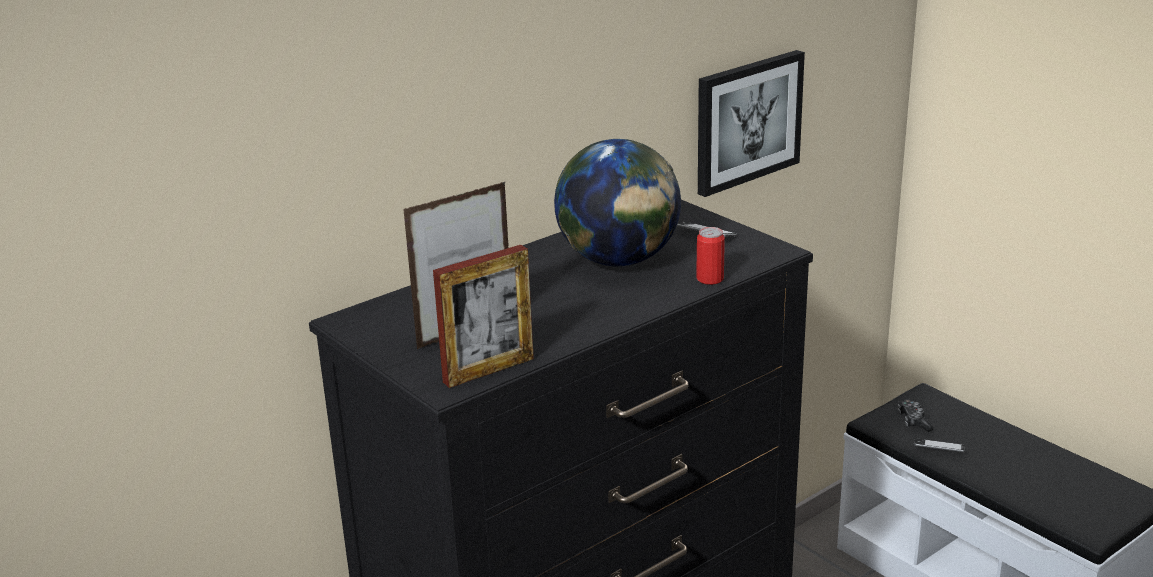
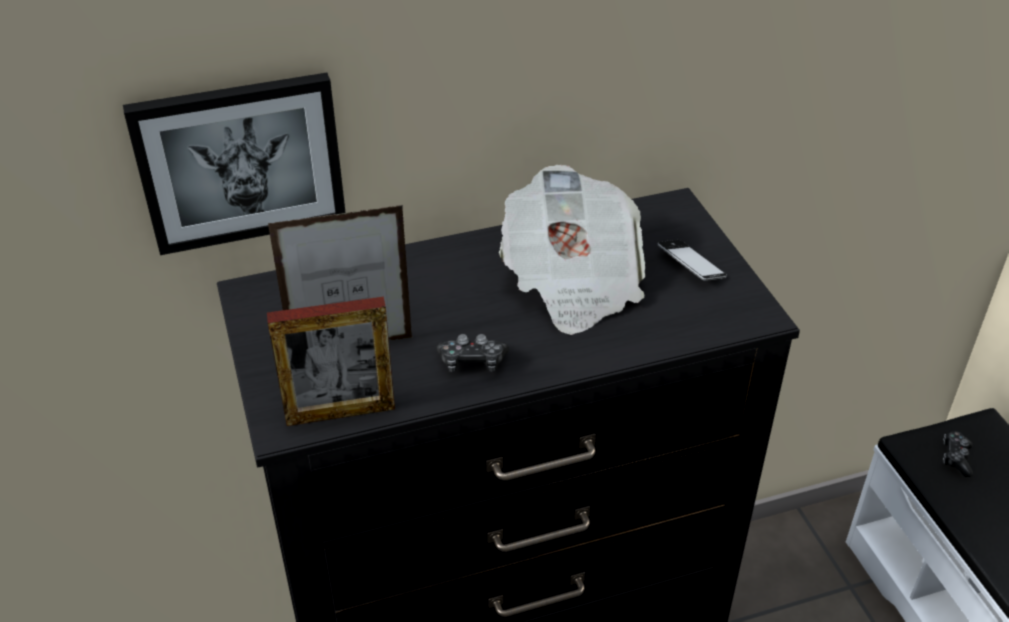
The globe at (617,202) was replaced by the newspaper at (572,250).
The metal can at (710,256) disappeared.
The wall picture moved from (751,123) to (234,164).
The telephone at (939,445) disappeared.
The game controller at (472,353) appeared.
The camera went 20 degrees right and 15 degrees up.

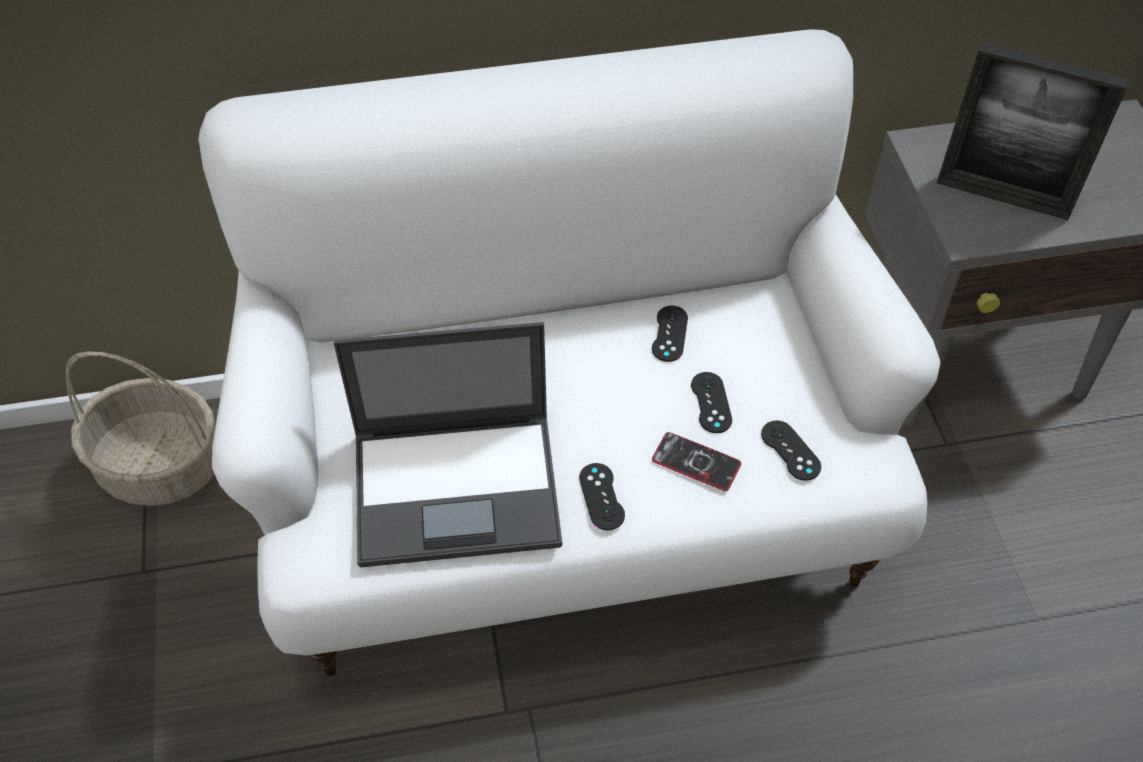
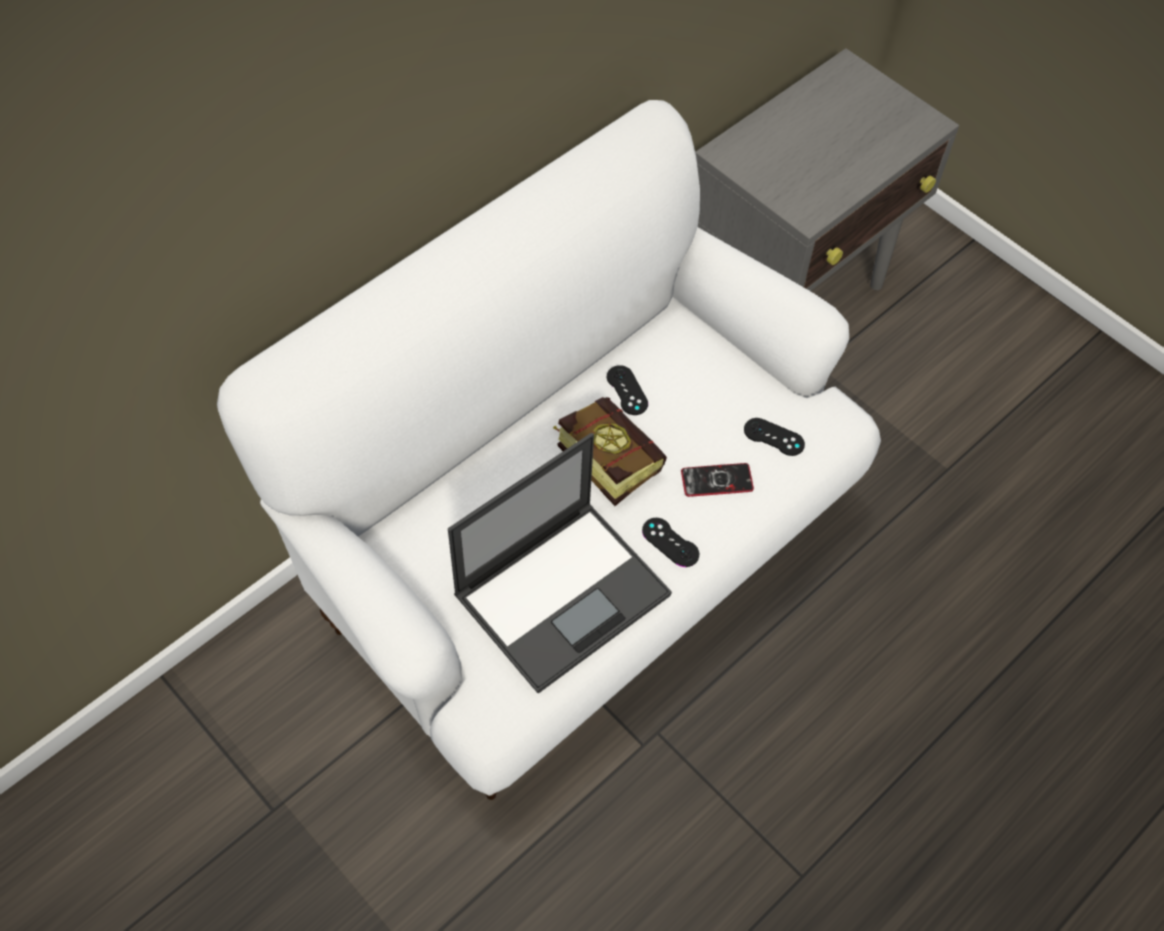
The basket at (140,428) disappeared.
The blackish game controller at (711,402) disappeared.
The photo frame at (1033,131) disappeared.
The bound book at (610,451) appeared.
The camera went 35 degrees left and 5 degrees up.

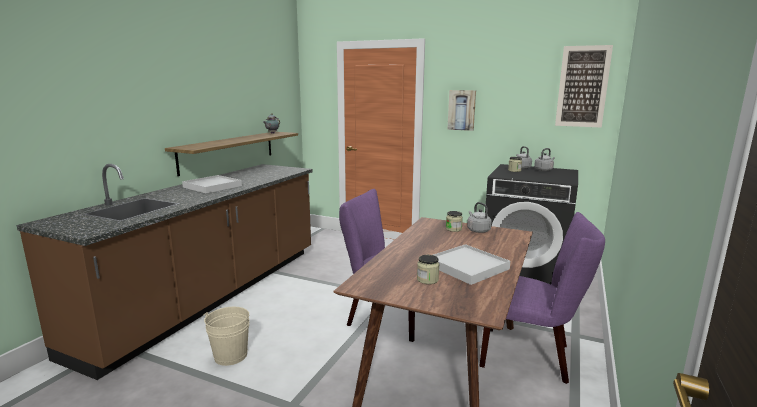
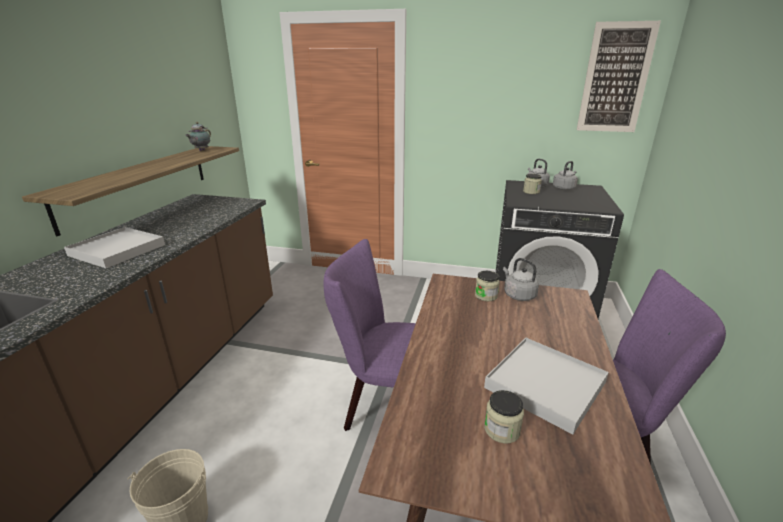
The wall picture at (461,110) disappeared.
The camera went 10 degrees left and 10 degrees up.

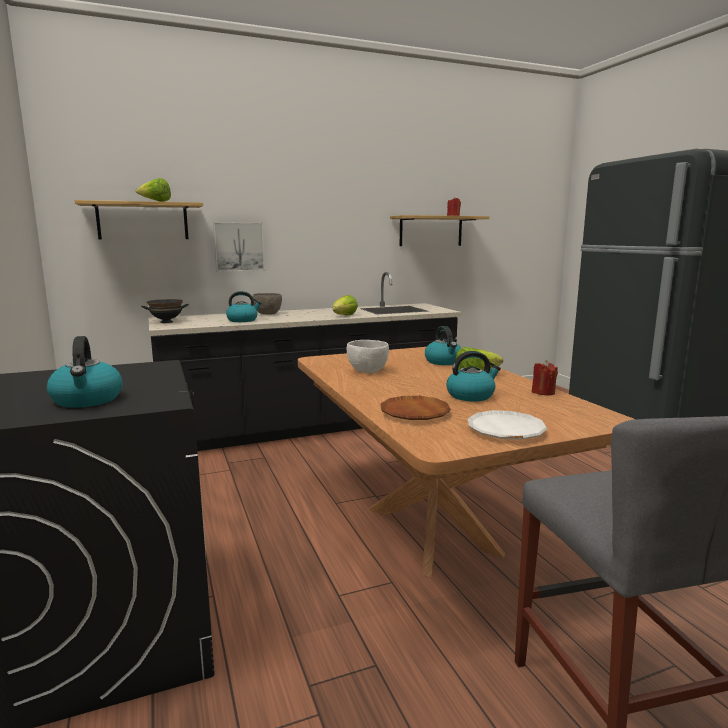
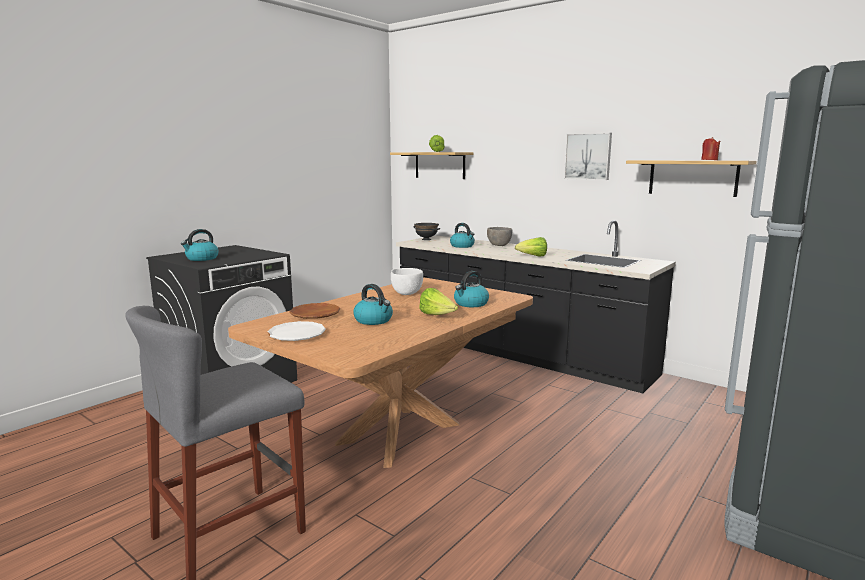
The wall picture moved from (239,247) to (588,156).
The red-coloured wax light at (545,377) disappeared.
The camera went 60 degrees right and 0 degrees up.

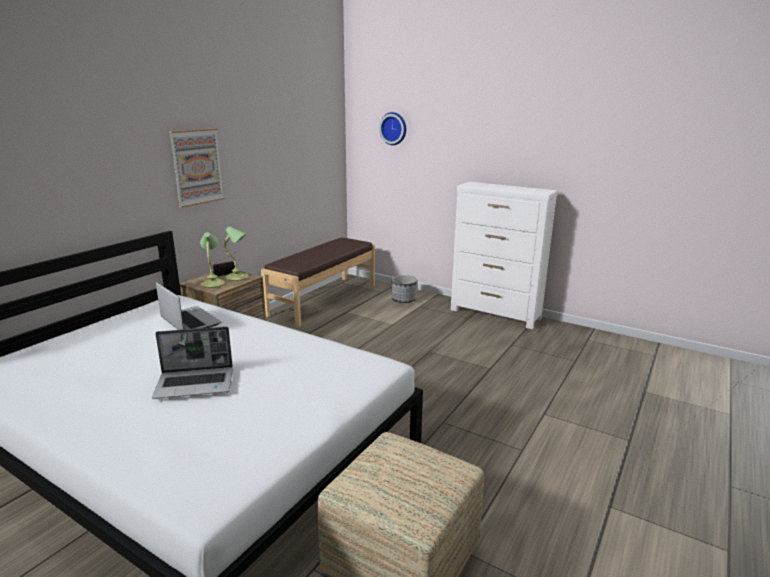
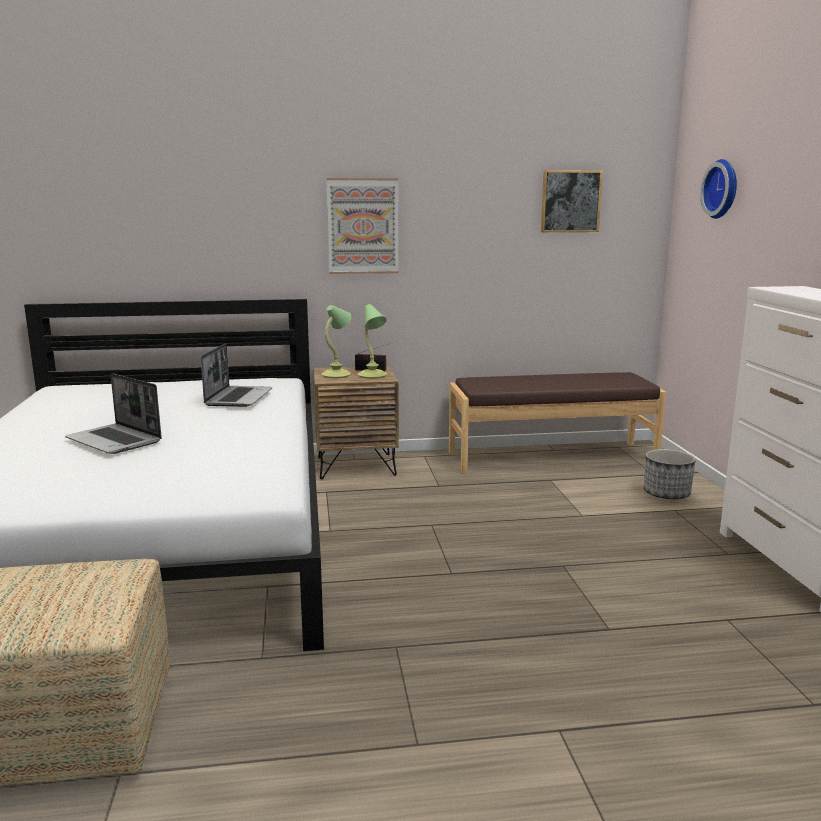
The wall picture at (572,201) appeared.
The camera went 50 degrees right and 5 degrees down.

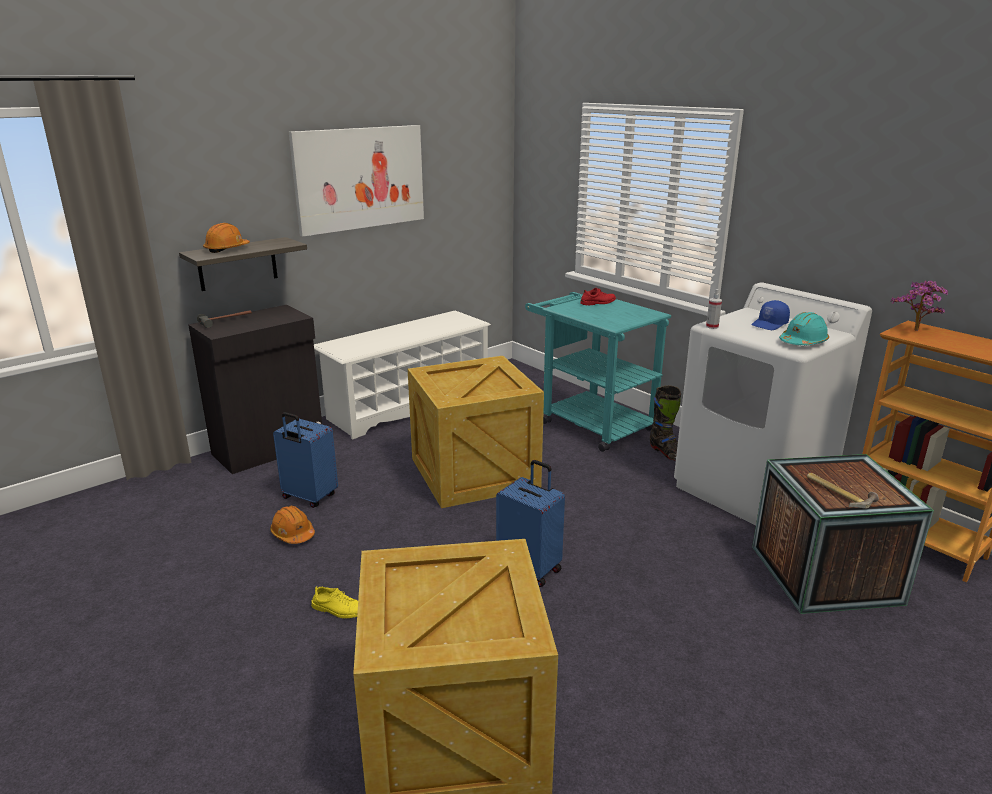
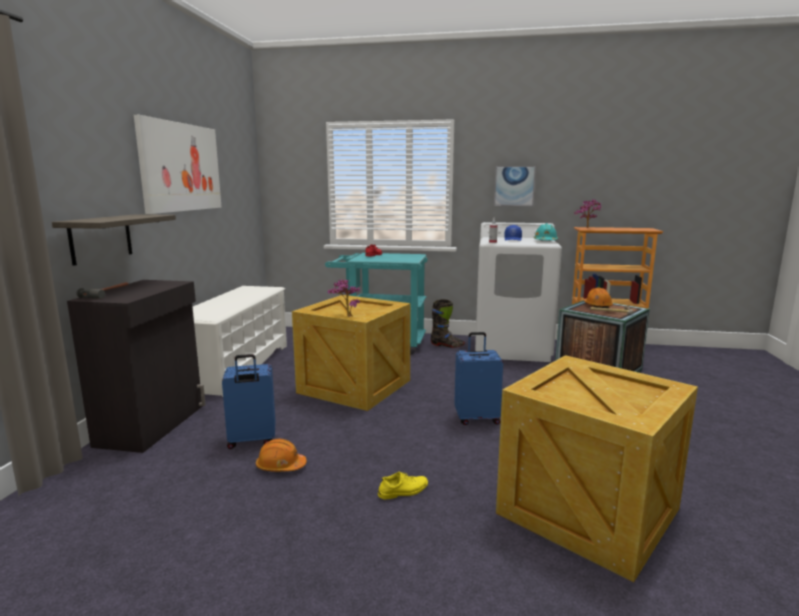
The orange-coloured safety helmet moved from (226,238) to (598,297).
The houseplant at (344,298) appeared.
The wall picture at (515,186) appeared.
The camera went 40 degrees left and 10 degrees down.

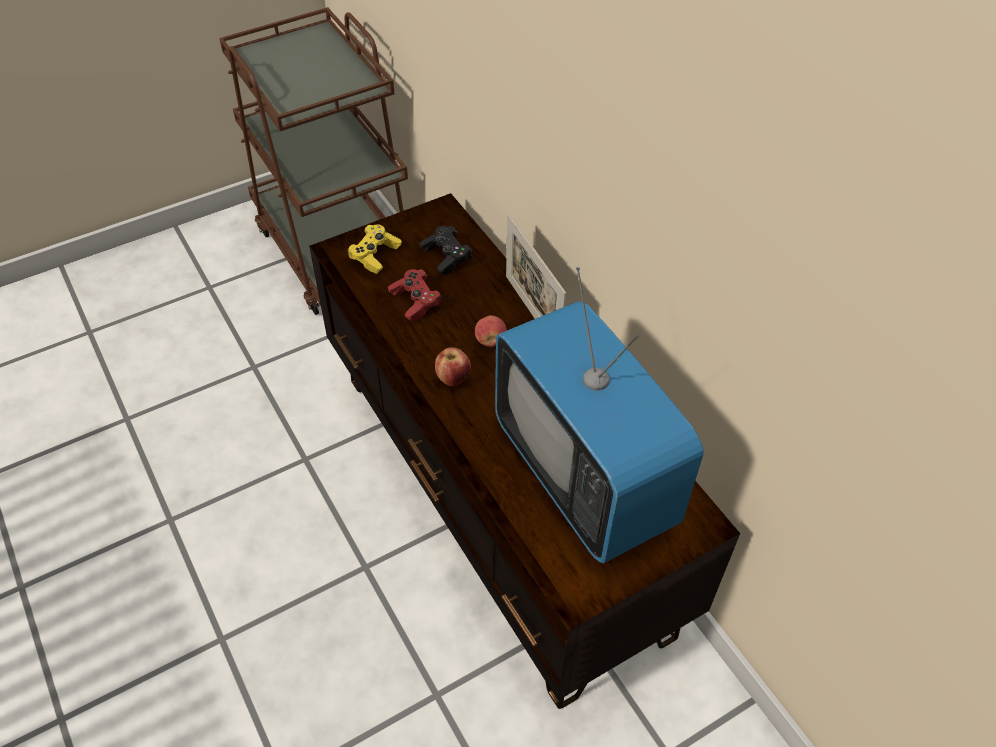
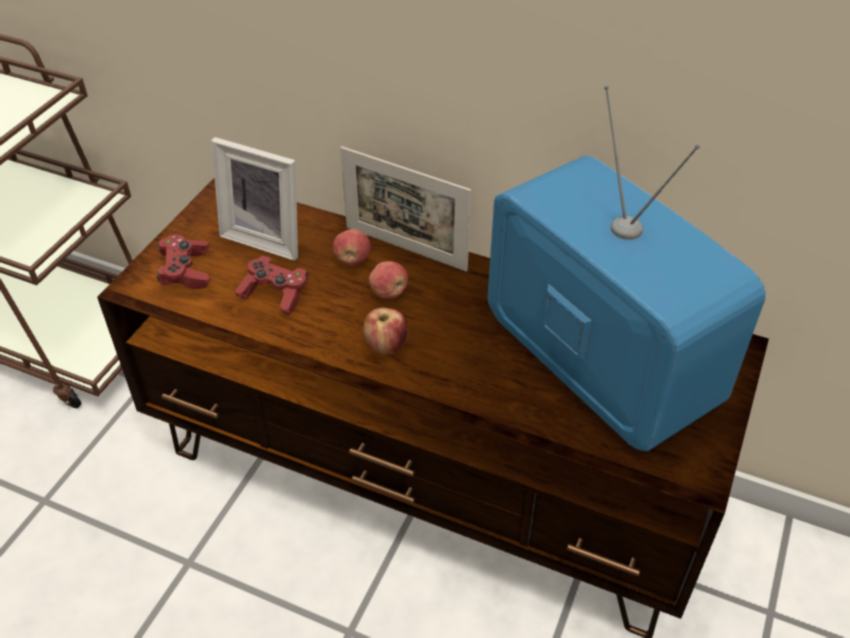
The yellow game controller at (374,249) became the red-coloured game controller at (183,261).
The blackish game controller at (446,250) was replaced by the photo frame at (254,199).
The television at (599,415) turned 150 degrees counterclockwise.
The whole apple at (351,247) appeared.
The camera went 35 degrees left and 5 degrees down.

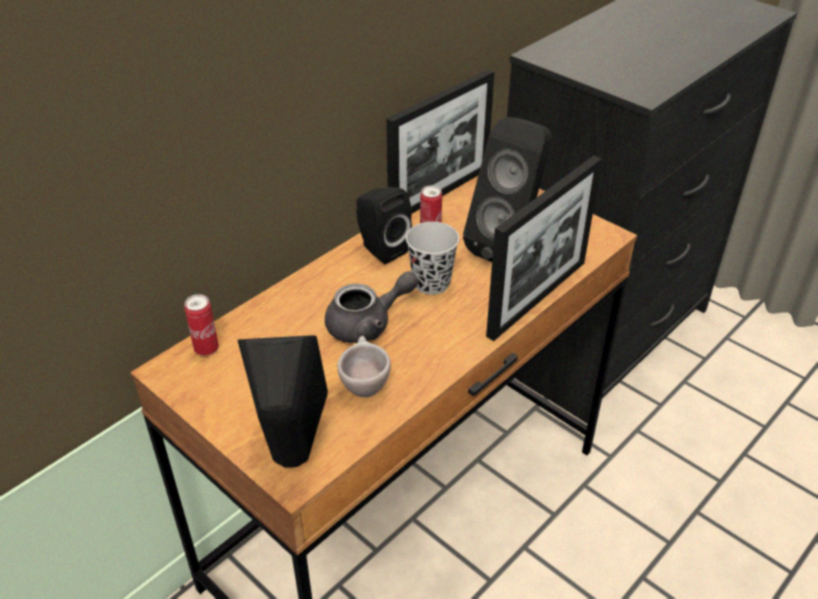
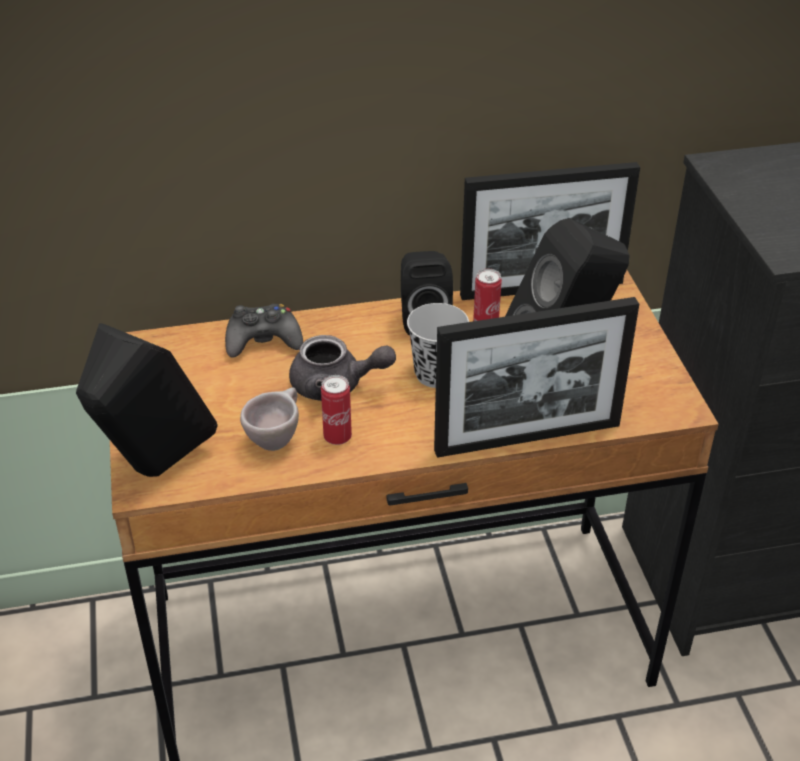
The metal can moved from (201,325) to (336,410).
The blackish game controller at (264,331) appeared.
The camera went 35 degrees right and 0 degrees up.

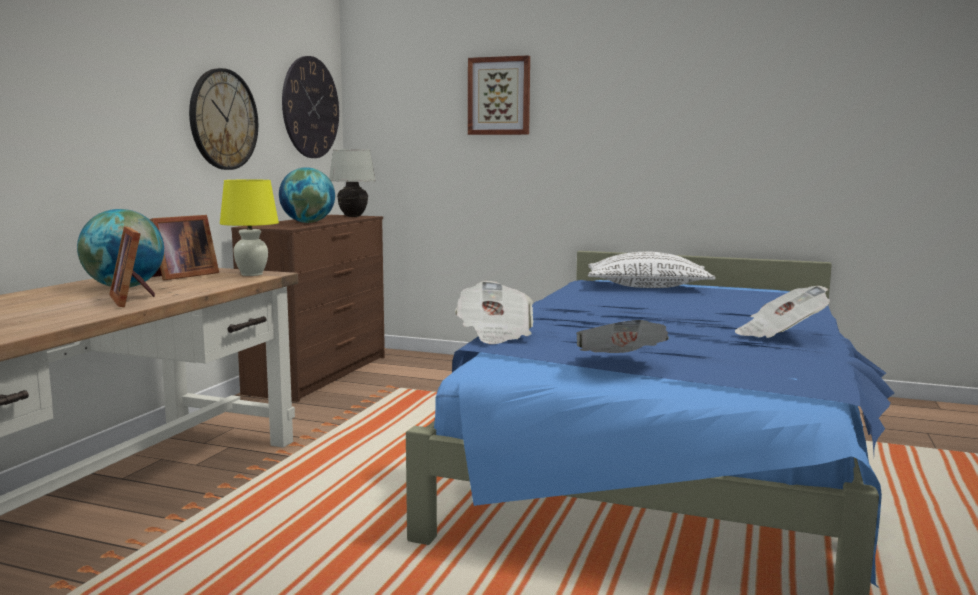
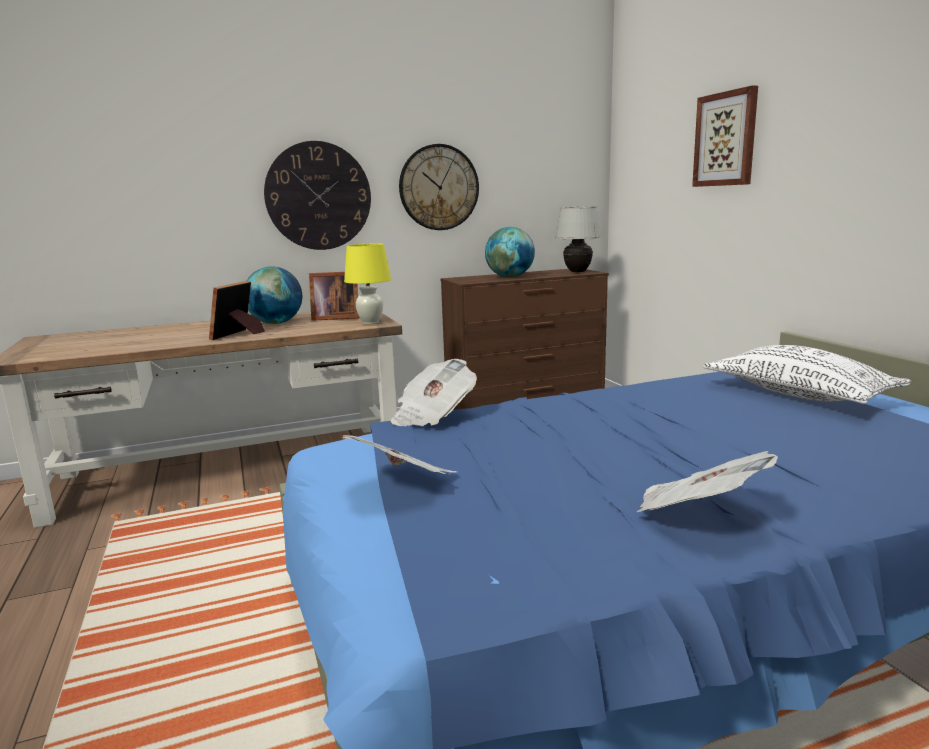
The wall clock moved from (310,107) to (317,195).
The camera went 50 degrees right and 5 degrees up.

